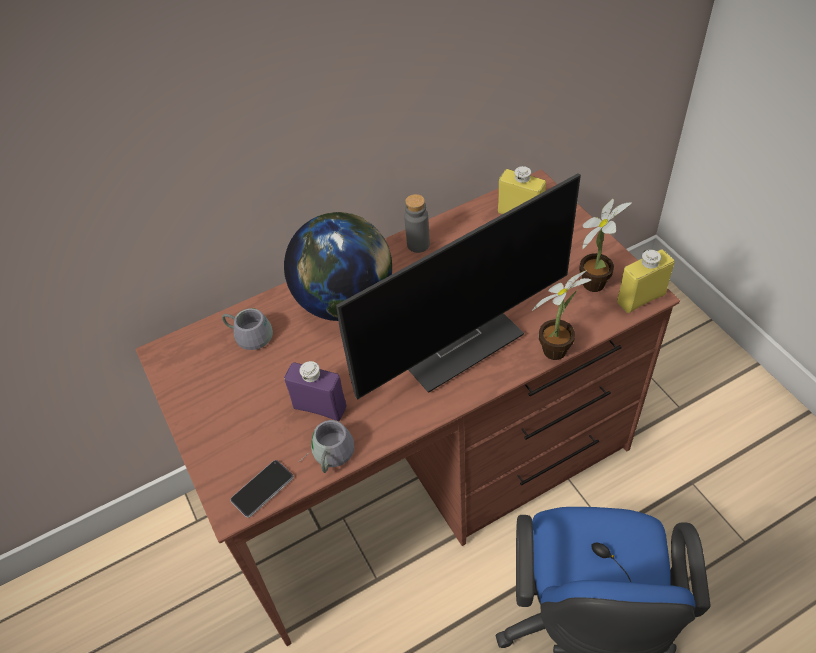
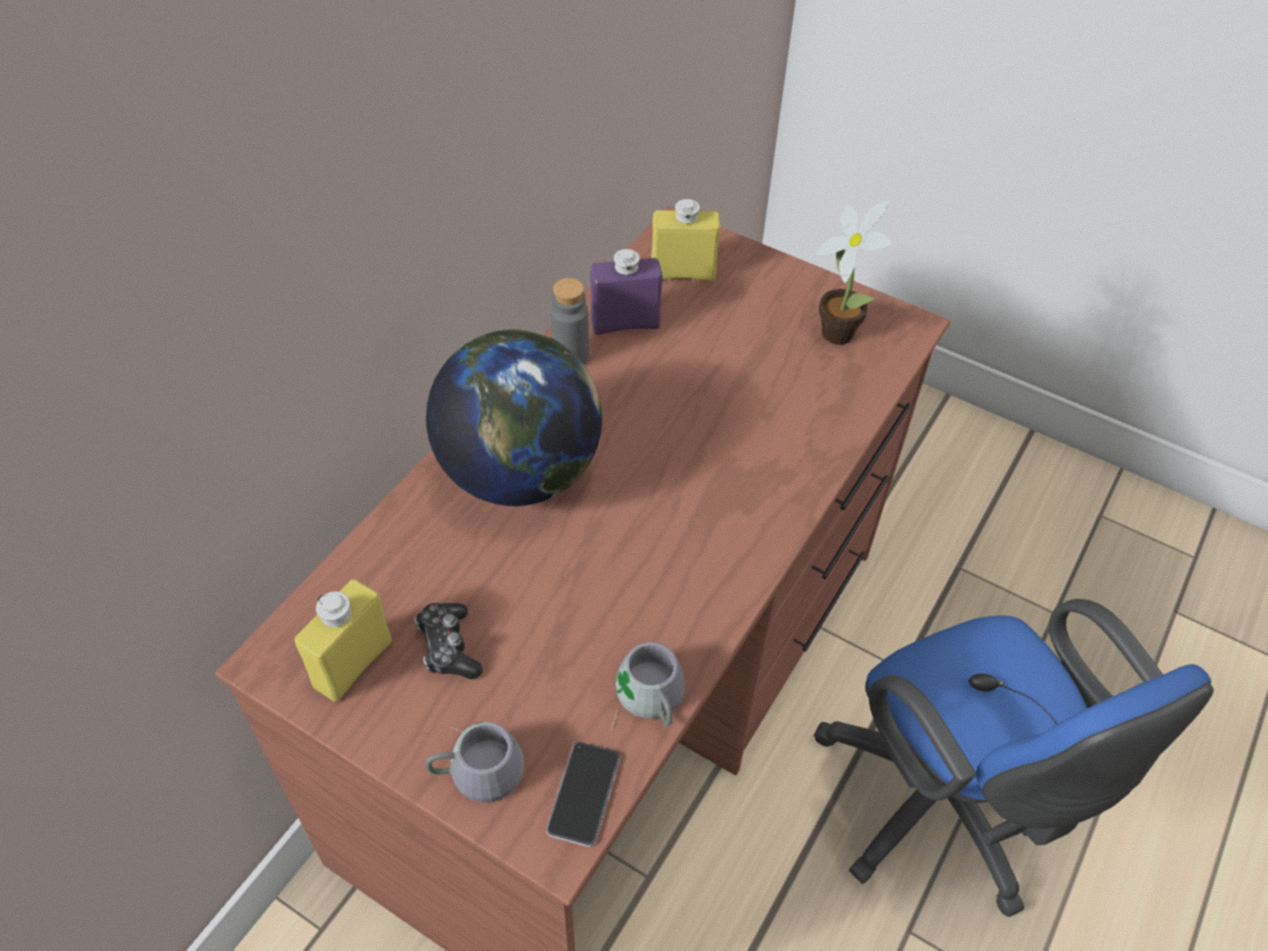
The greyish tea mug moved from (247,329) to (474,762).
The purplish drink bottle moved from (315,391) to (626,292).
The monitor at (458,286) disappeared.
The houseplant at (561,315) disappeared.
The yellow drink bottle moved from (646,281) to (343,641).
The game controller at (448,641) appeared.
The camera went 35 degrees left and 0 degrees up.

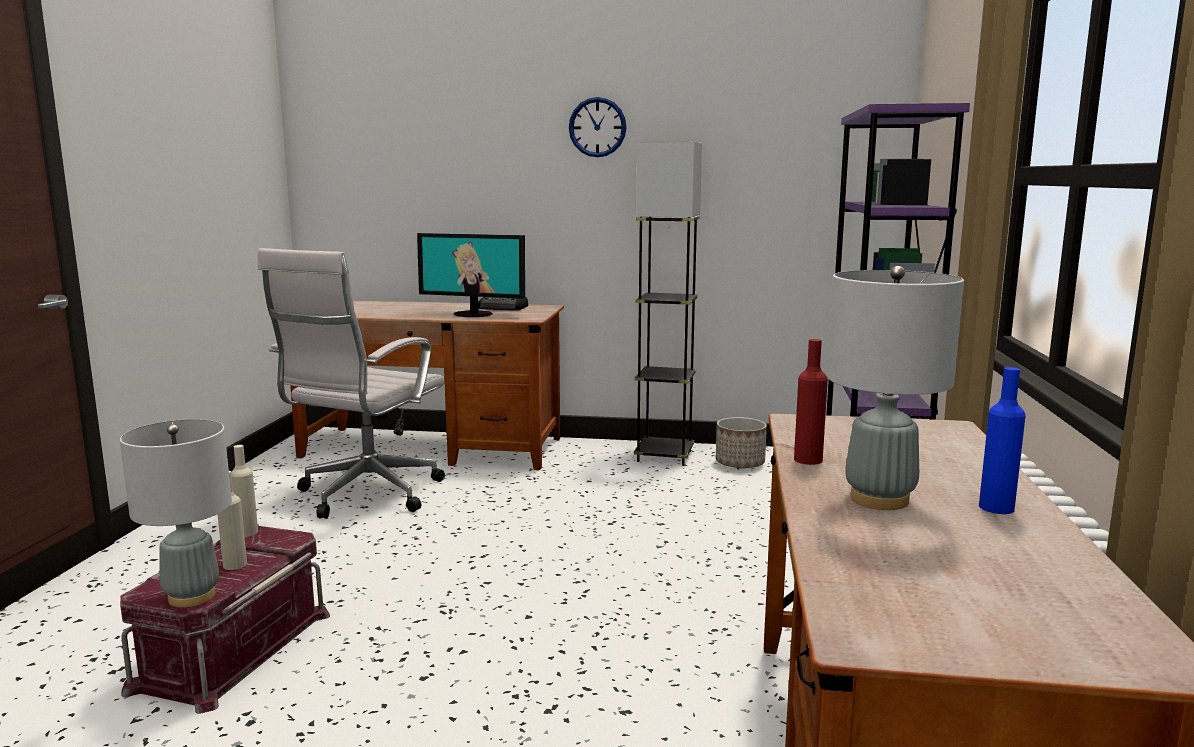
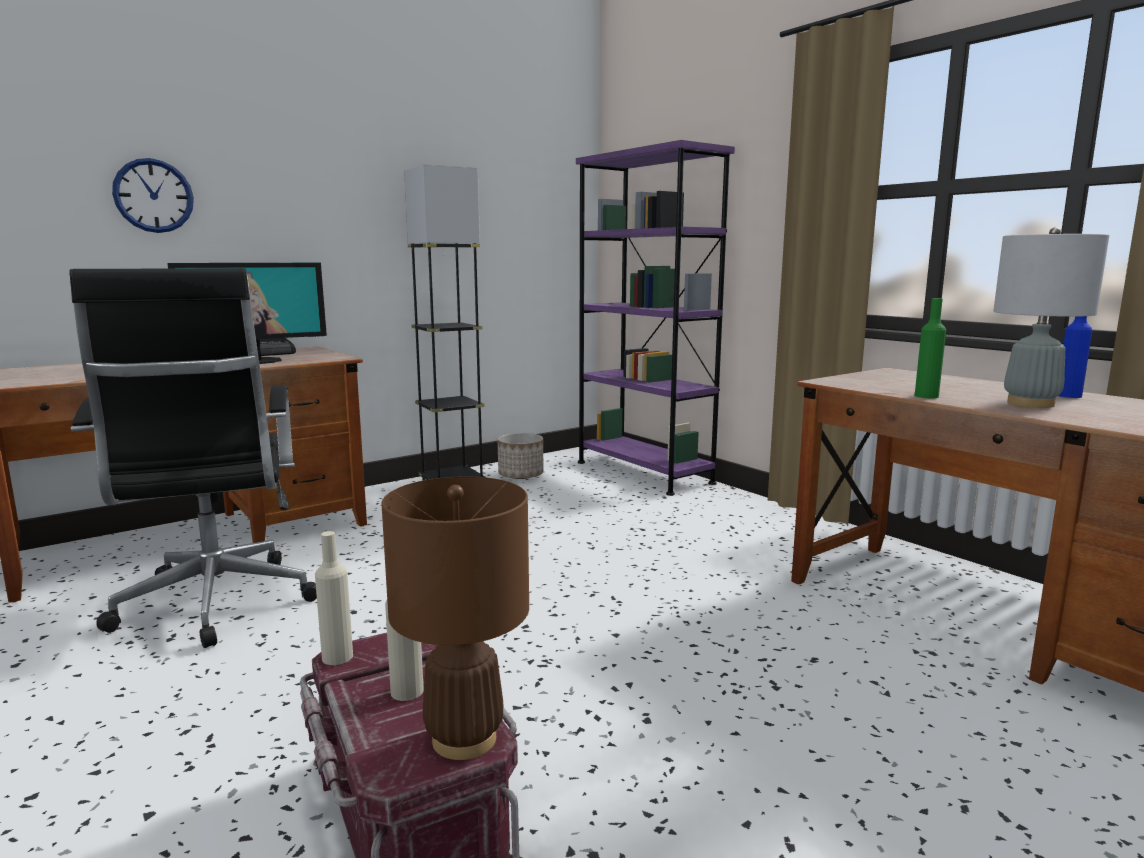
The greyish table lamp at (176,513) became the brownish table lamp at (455,618).
The white-coloured computer chair at (351,383) became the blackish computer chair at (193,458).
The wall clock moved from (597,127) to (153,195).
The red-coloured drink bottle at (811,402) became the green drink bottle at (930,348).
The camera went 45 degrees left and 0 degrees up.

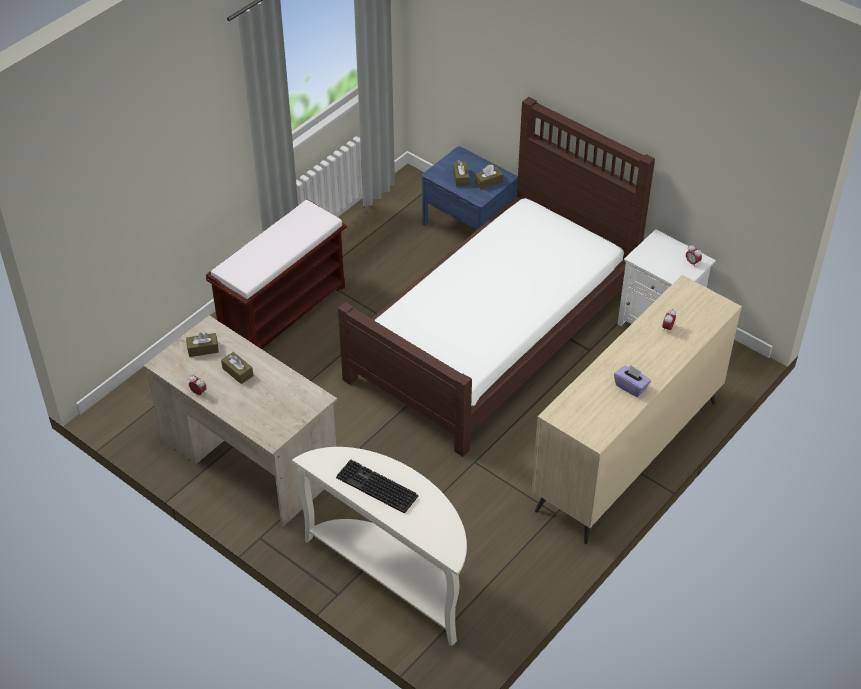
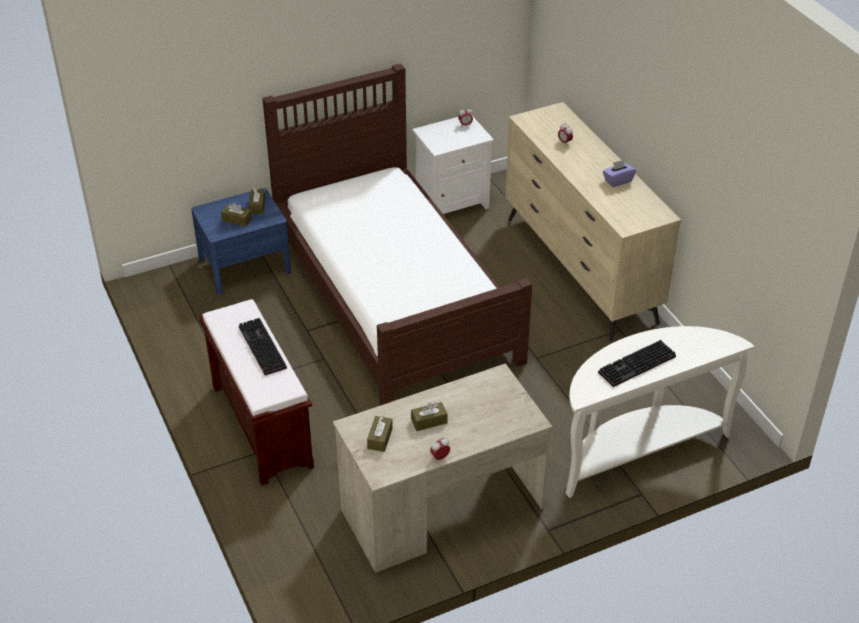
The PC keyboard at (263,346) appeared.
The camera went 65 degrees left and 5 degrees down.

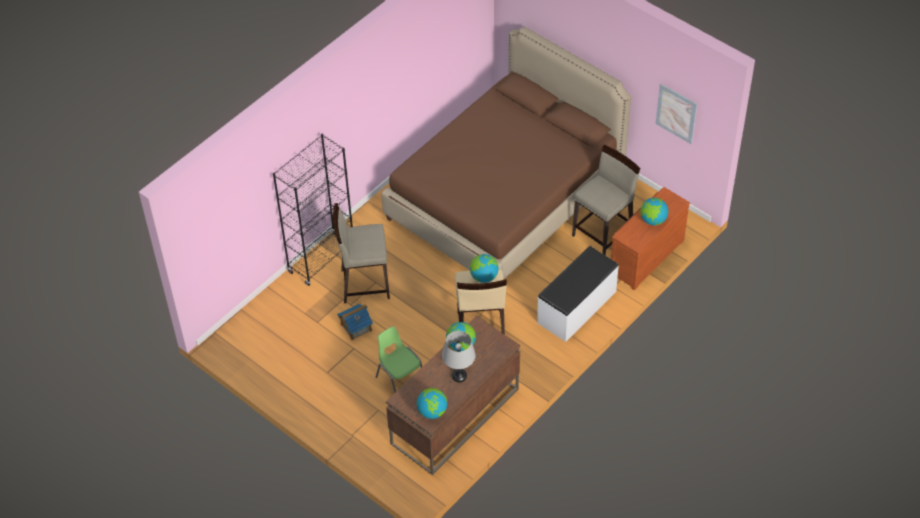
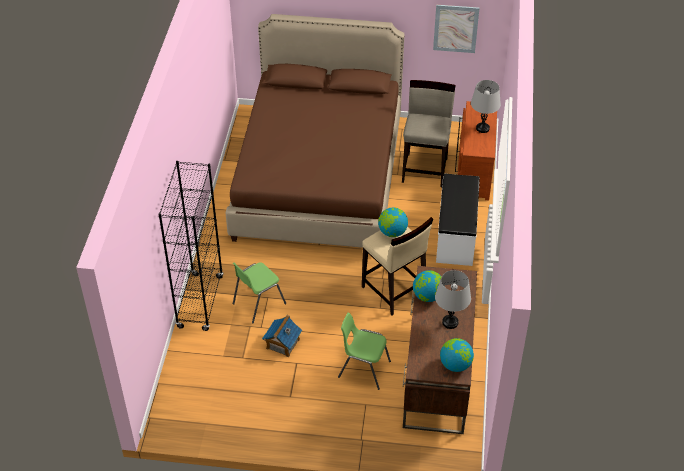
The beige-coloured sitting stool at (361,253) was replaced by the green chair at (260,293).
The globe at (654,211) was replaced by the greyish table lamp at (486,106).
The camera went 35 degrees left and 5 degrees down.

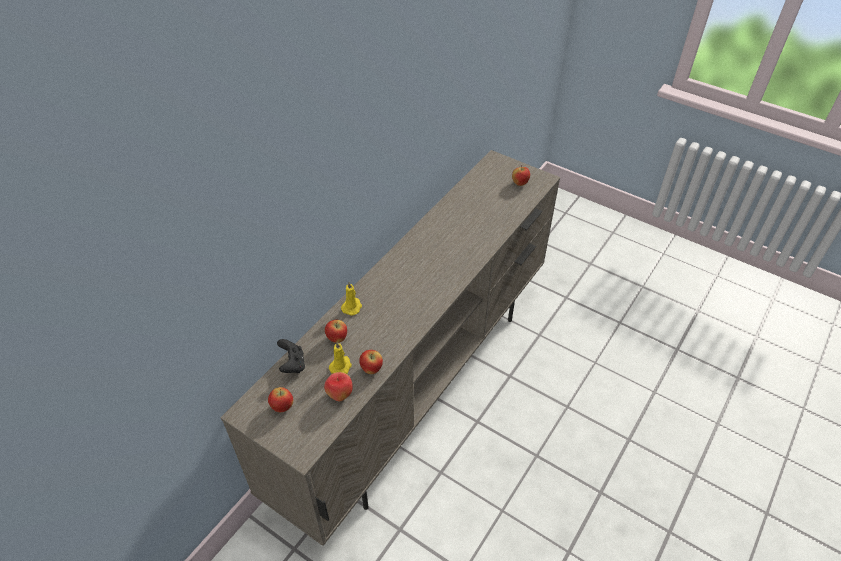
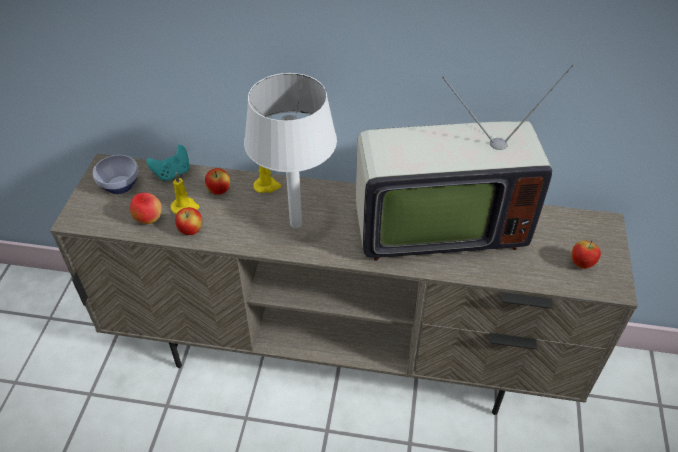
The whole apple at (280,399) was replaced by the deep dish at (116,174).
The blackish game controller at (291,356) became the blue-green game controller at (167,163).
The white-coloured table lamp at (290,150) appeared.
The television at (465,162) appeared.
The camera went 65 degrees right and 0 degrees up.

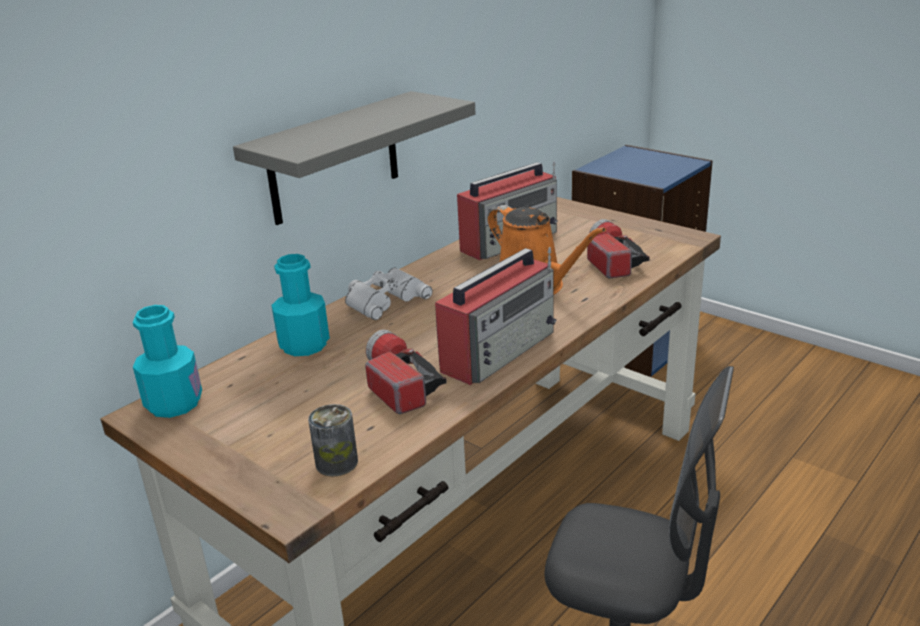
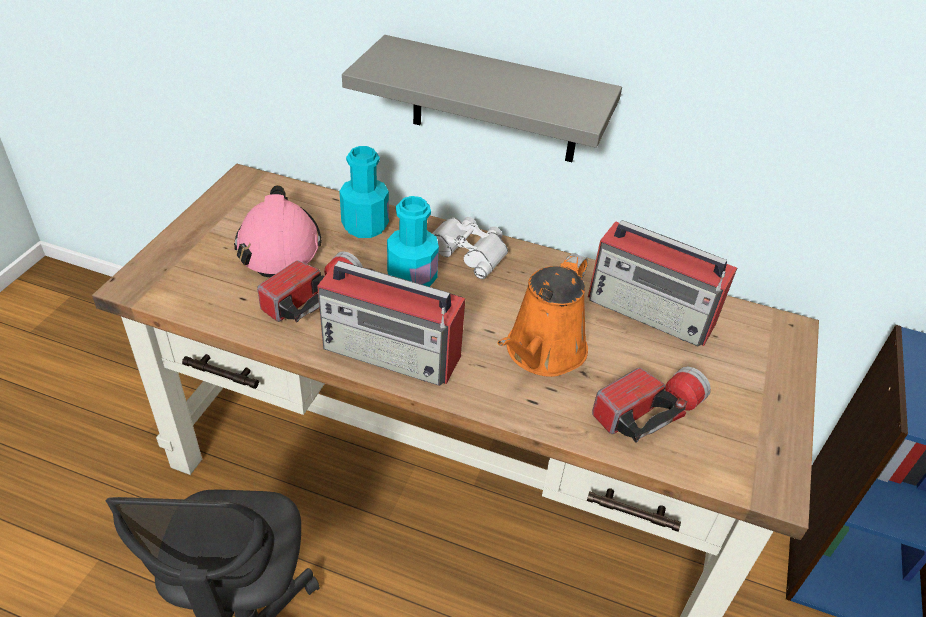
The blue-green drink bottle moved from (167,361) to (413,241).
The metal can at (333,440) disappeared.
The pinkish safety helmet at (278,231) appeared.
The camera went 65 degrees right and 15 degrees up.

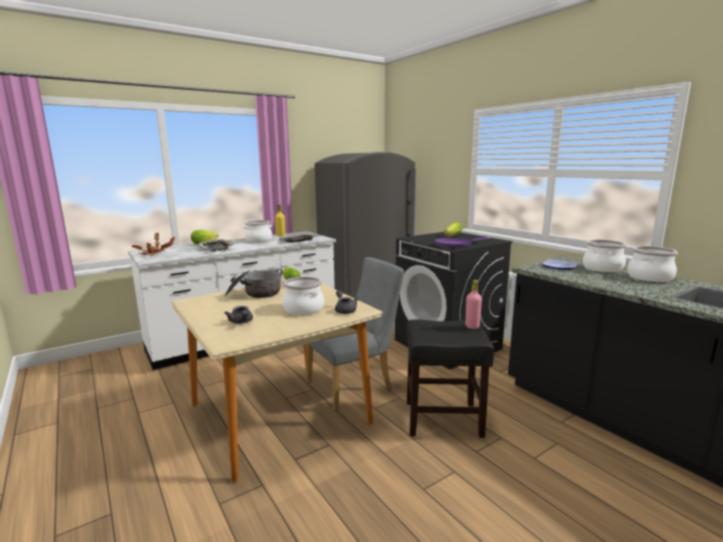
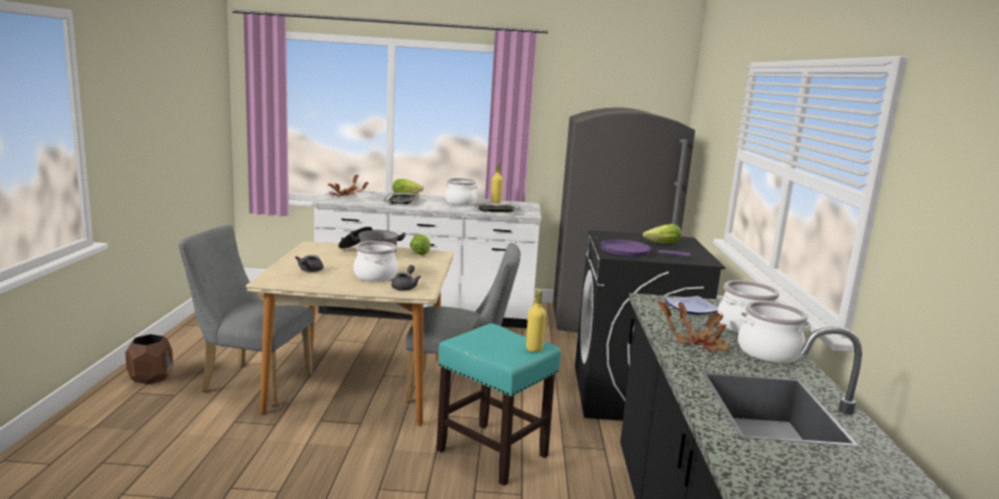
The blackish sitting stool at (450,379) became the blue-green sitting stool at (498,404).
The pinkish drink bottle at (473,304) became the yellow drink bottle at (536,321).
The brownish planter at (149,359) appeared.
The greyish chair at (245,315) appeared.
The houseplant at (693,326) appeared.
The camera went 35 degrees right and 0 degrees up.

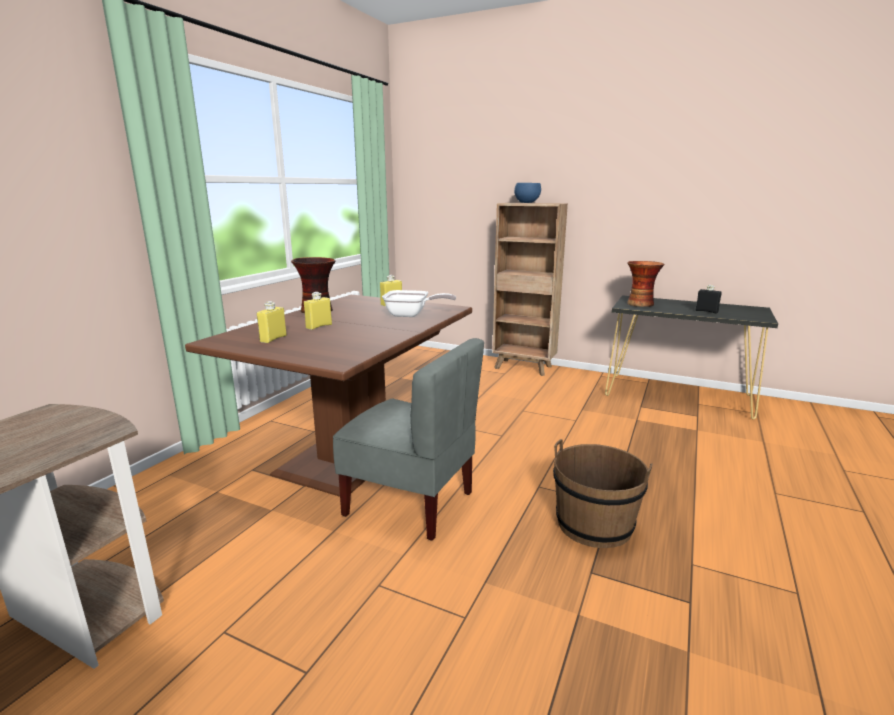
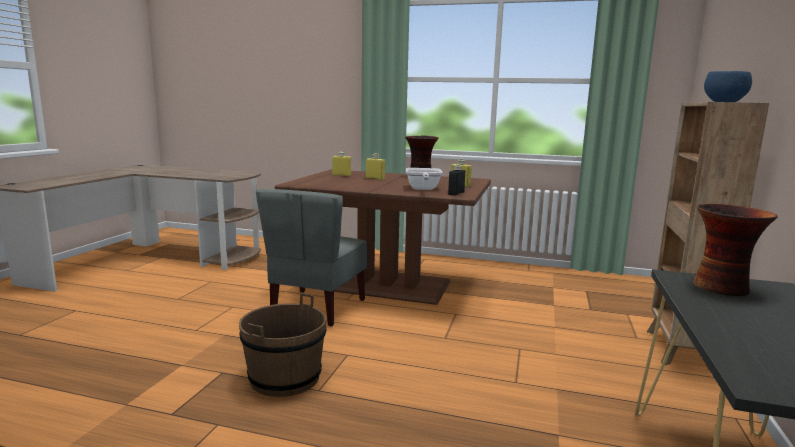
The blackish drink bottle moved from (709,299) to (456,180).
The camera went 80 degrees right and 5 degrees down.

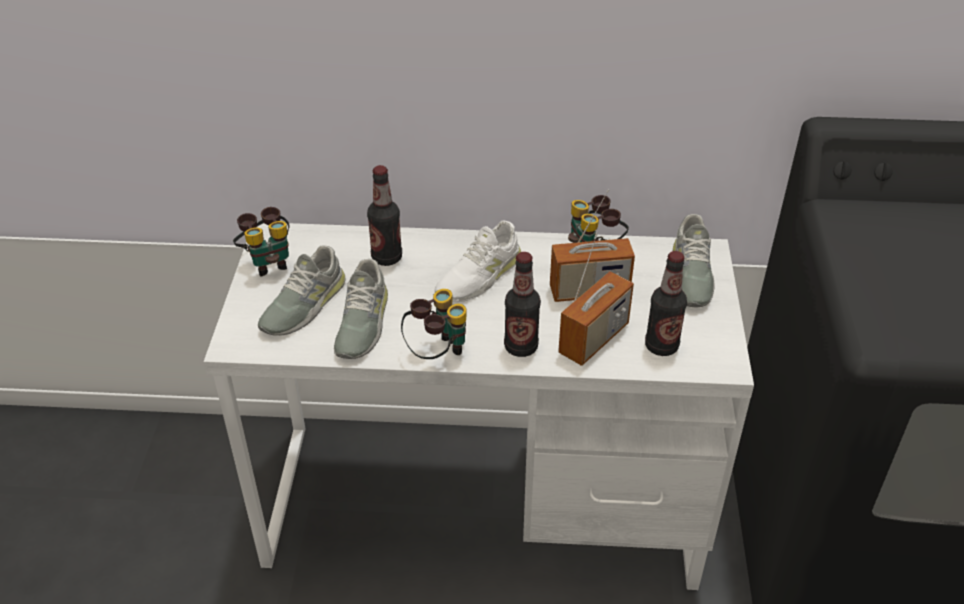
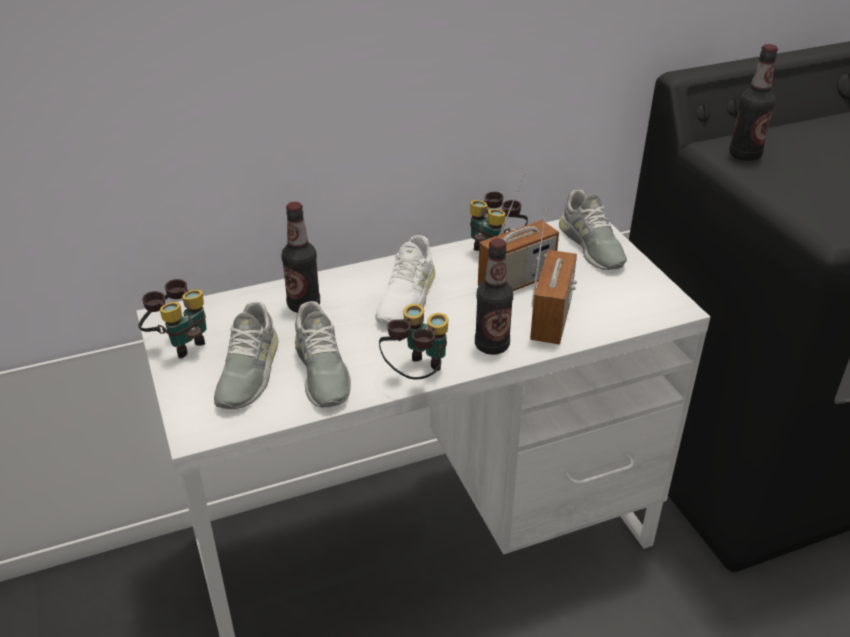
The drink bottle moved from (666,303) to (753,102).
The camera went 25 degrees left and 5 degrees down.

